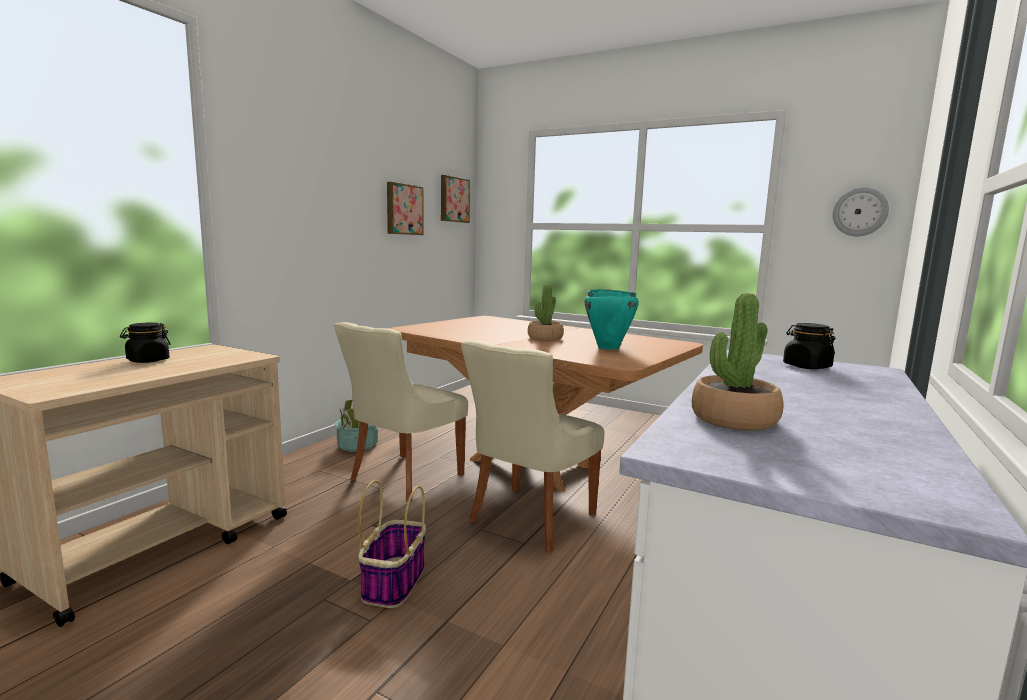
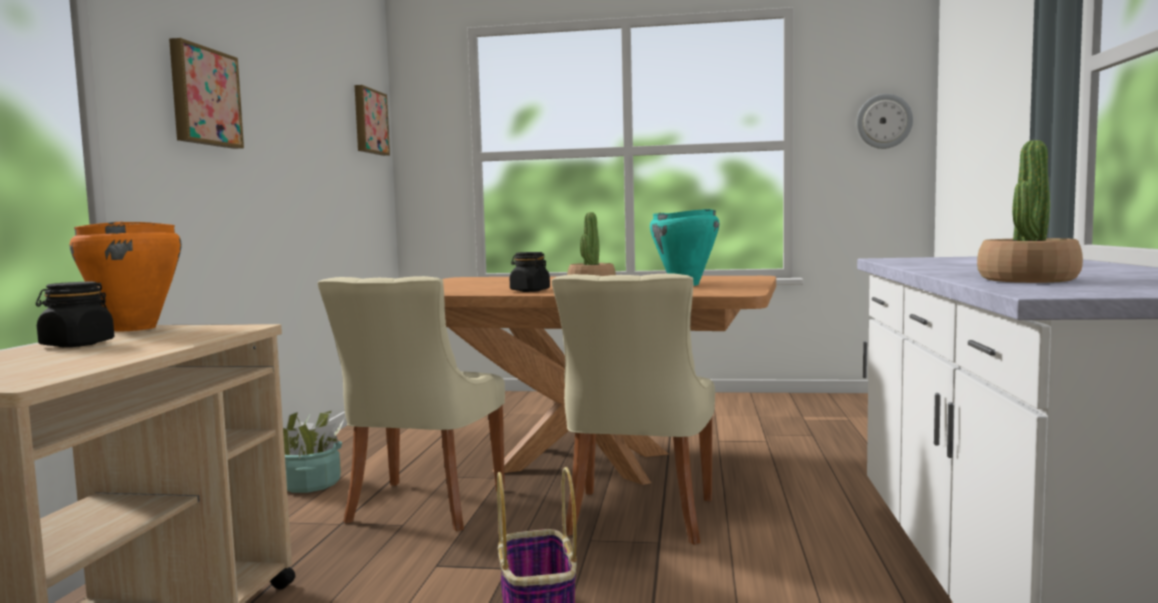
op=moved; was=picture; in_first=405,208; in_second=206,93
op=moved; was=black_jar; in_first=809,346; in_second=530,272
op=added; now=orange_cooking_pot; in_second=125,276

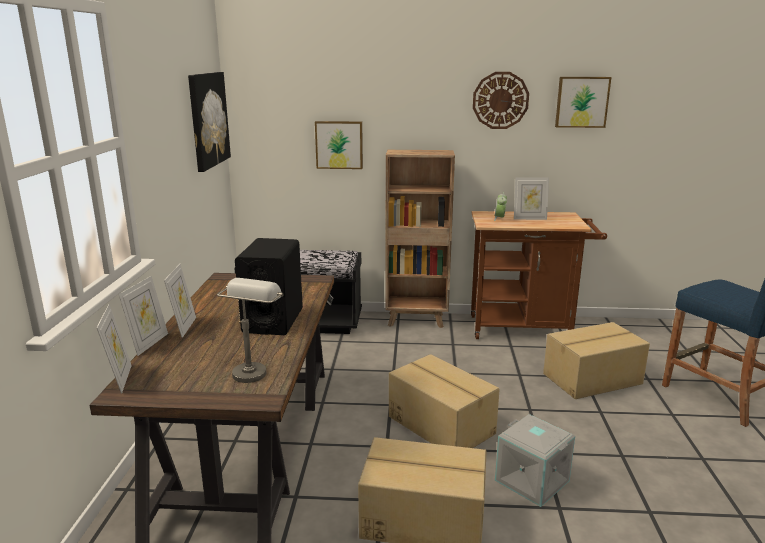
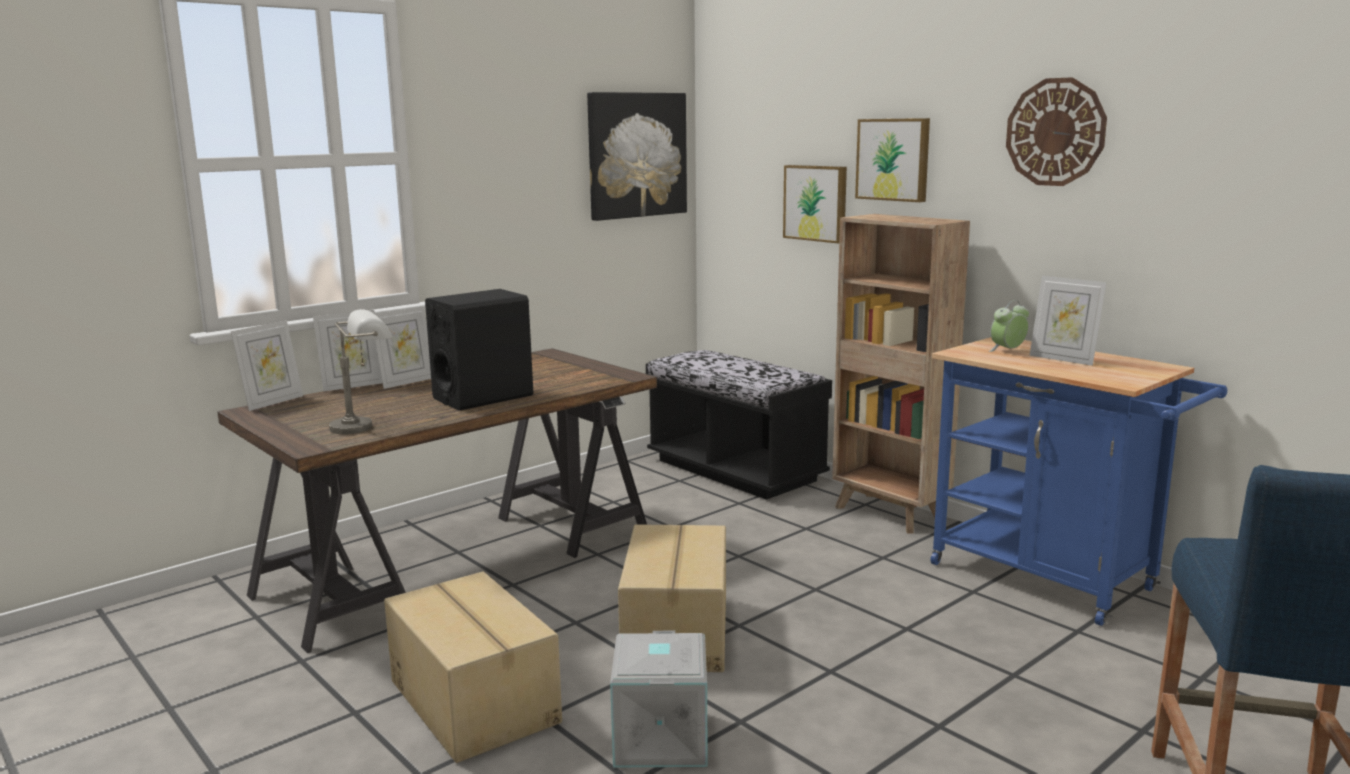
op=recoloured; was=brown_cart; now=blue_cart; in_first=539,275; in_second=1078,481
op=removed; was=cardboard_box; in_first=596,360
op=moved; was=picture; in_first=583,102; in_second=892,160

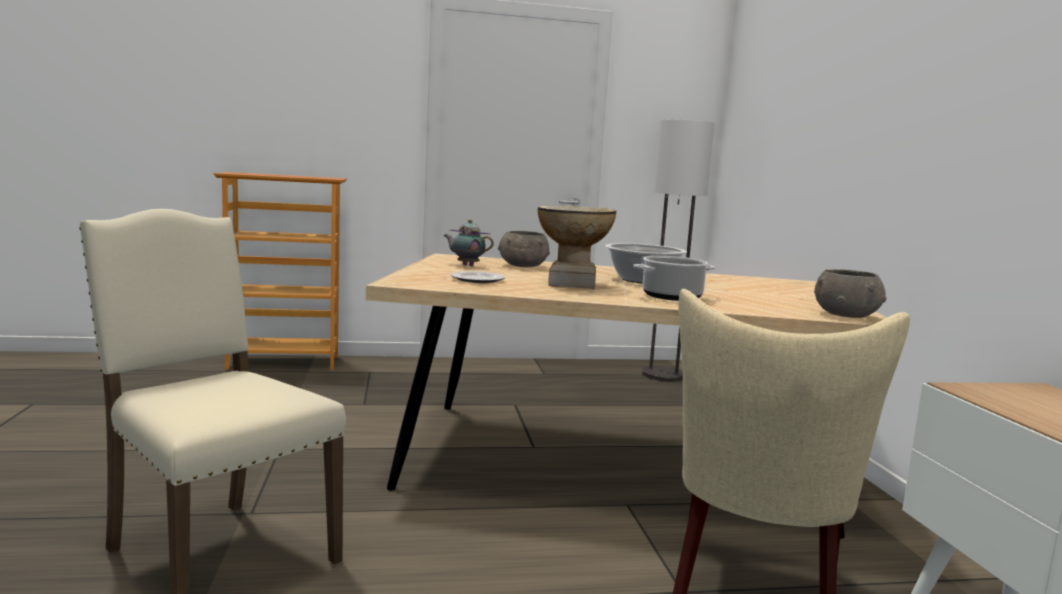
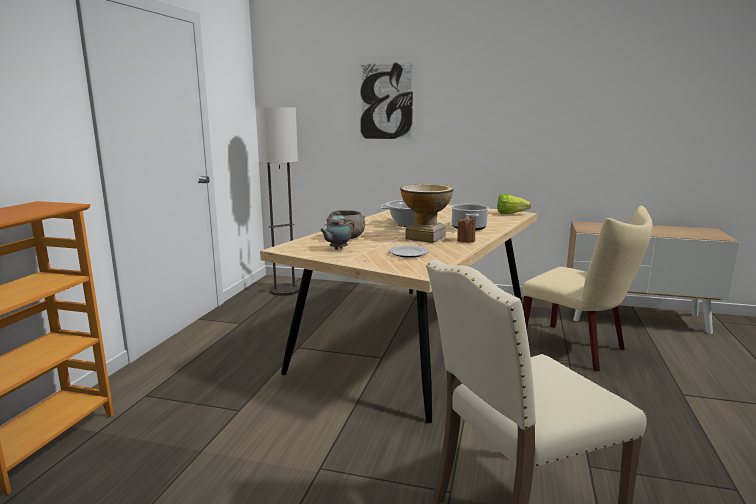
op=replaced; was=grey_bowl; now=lettuce; in_first=850,293; in_second=514,204
op=added; now=picture; in_second=386,100
op=added; now=brown_candle; in_second=466,229

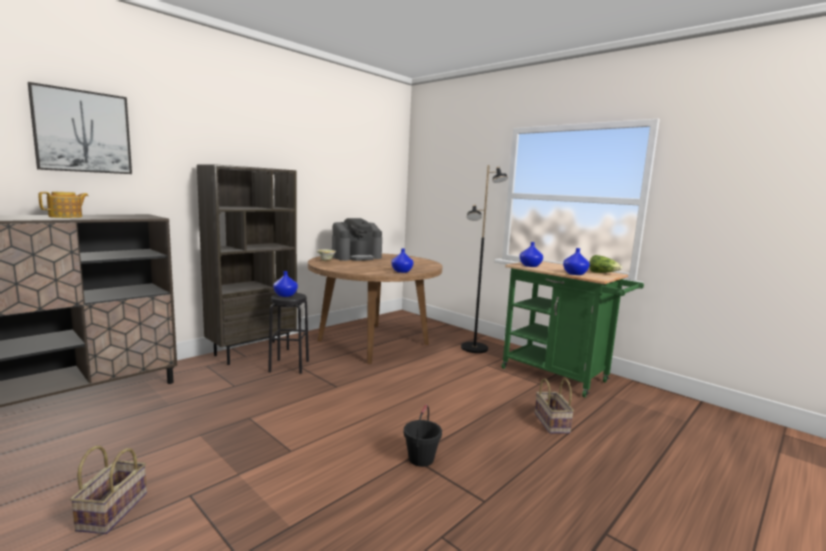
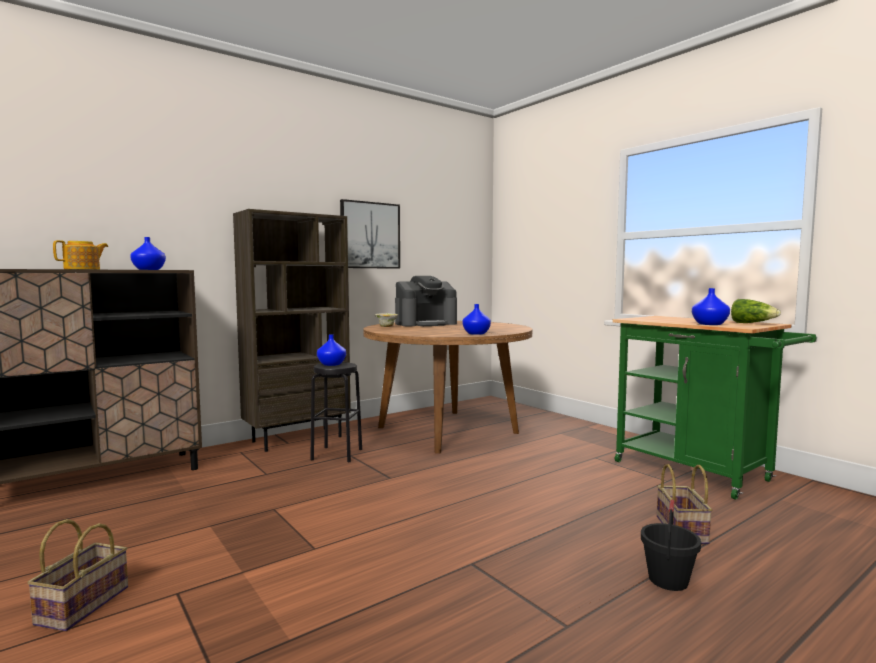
op=moved; was=picture; in_first=80,128; in_second=370,234
op=moved; was=black_bucket; in_first=423,436; in_second=671,545
op=removed; was=black_floor_lamp; in_first=484,259
op=moved; was=blue_vase; in_first=531,254; in_second=148,253

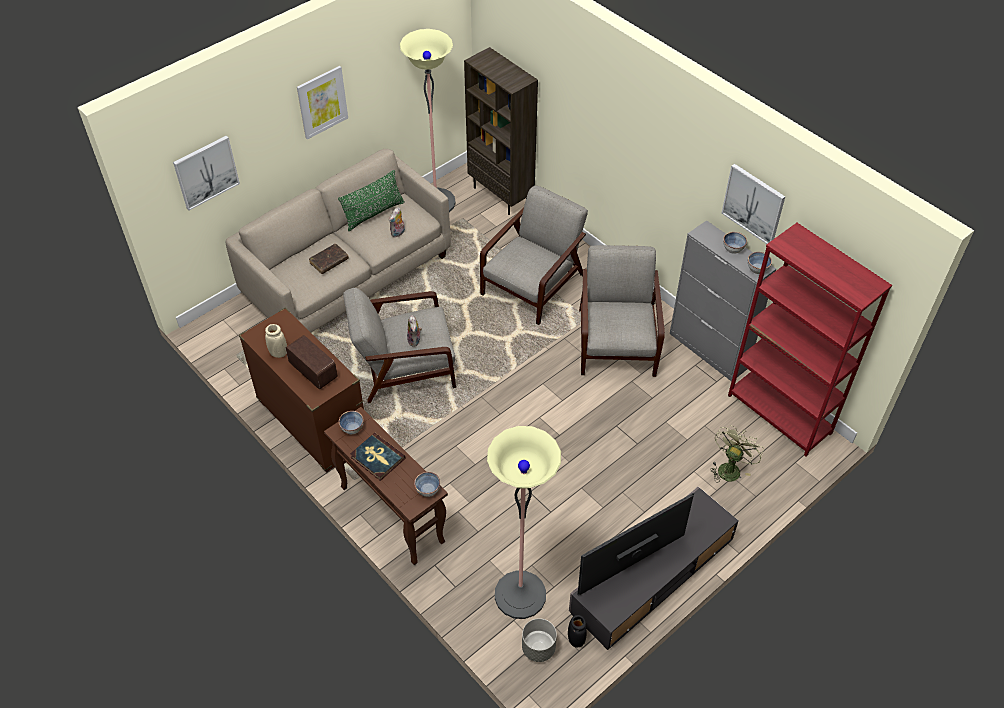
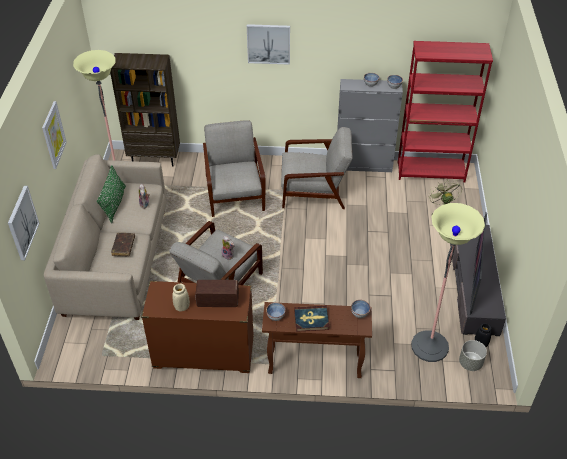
op=turned; was=grey_armchair; in_first=622,311; in_second=316,168; clockwise=135
op=moved; was=picture; in_first=753,204; in_second=268,44

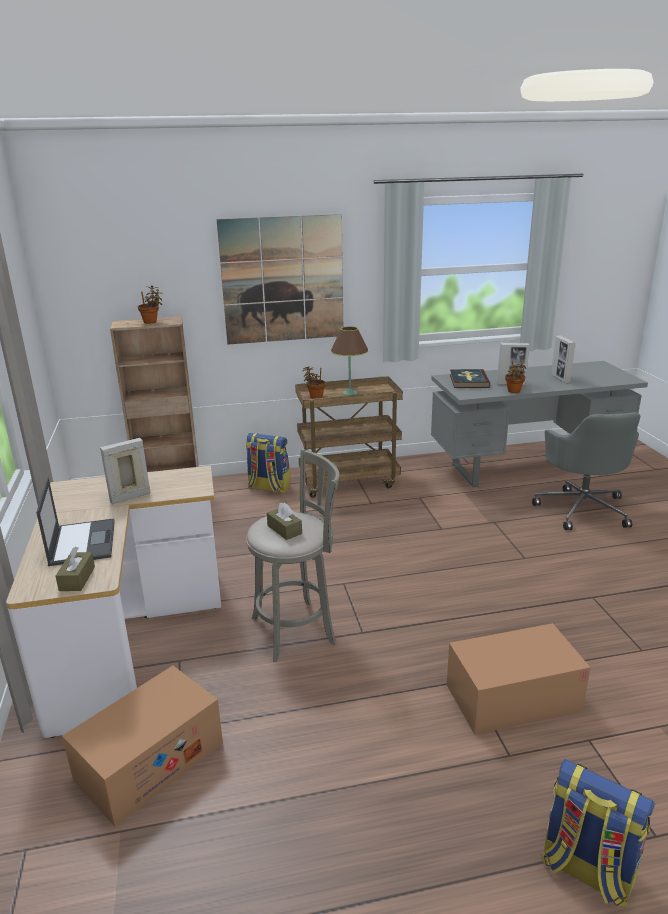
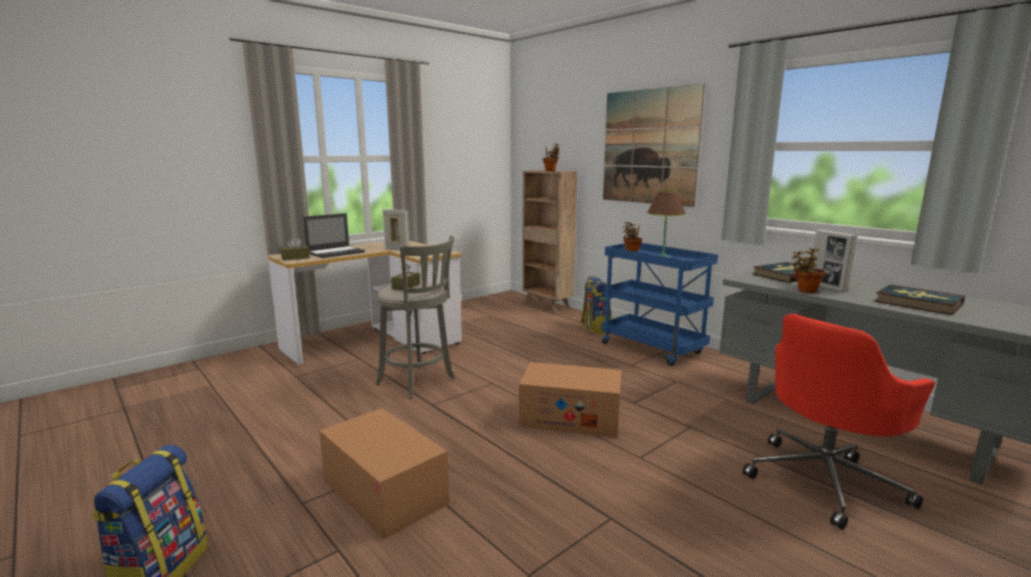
op=moved; was=cardboard_box; in_first=142,746; in_second=570,400
op=recoloured; was=brown_cart; now=blue_cart; in_first=349,437; in_second=660,304
op=recoloured; was=grey_office_chair; now=red_office_chair; in_first=586,471; in_second=839,422
op=replaced; was=picture_frame; now=book; in_first=563,359; in_second=920,299

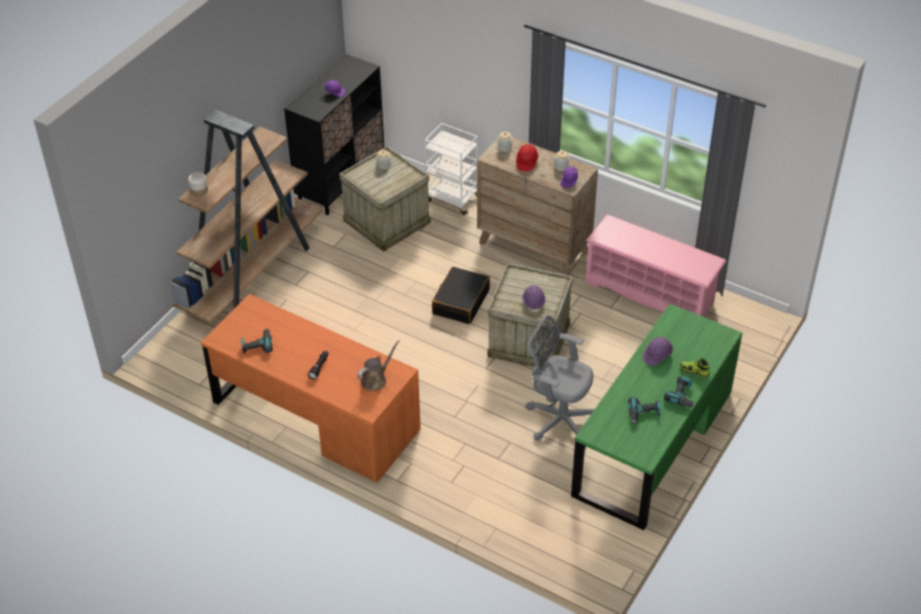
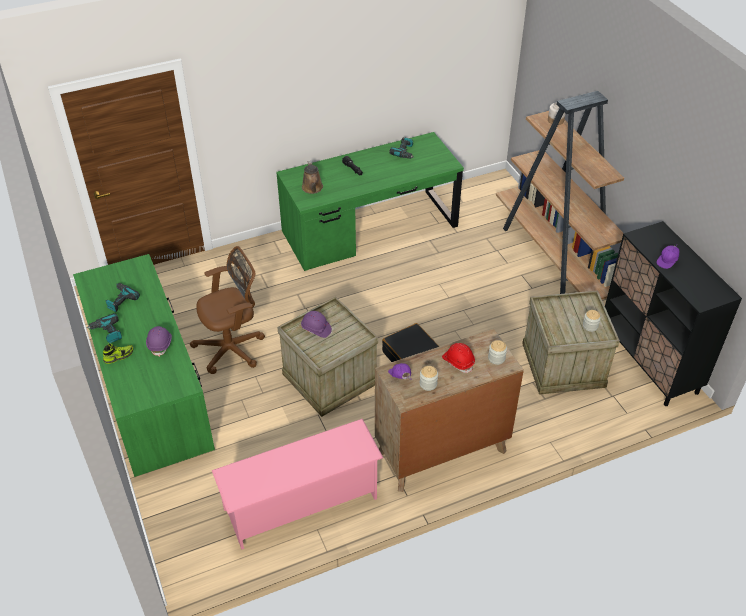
op=recoloured; was=orange_desk; now=green_desk; in_first=311,388; in_second=370,201
op=removed; was=white_cart; in_first=451,169
op=recoloured; was=grey_office_chair; now=brown_office_chair; in_first=560,382; in_second=227,310

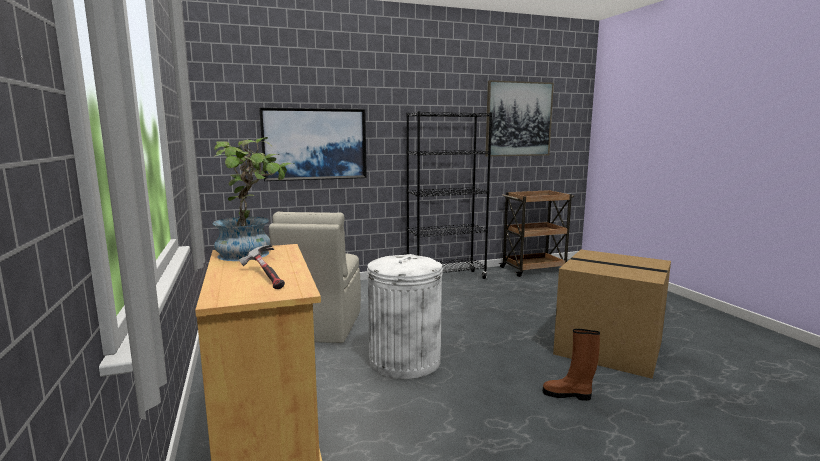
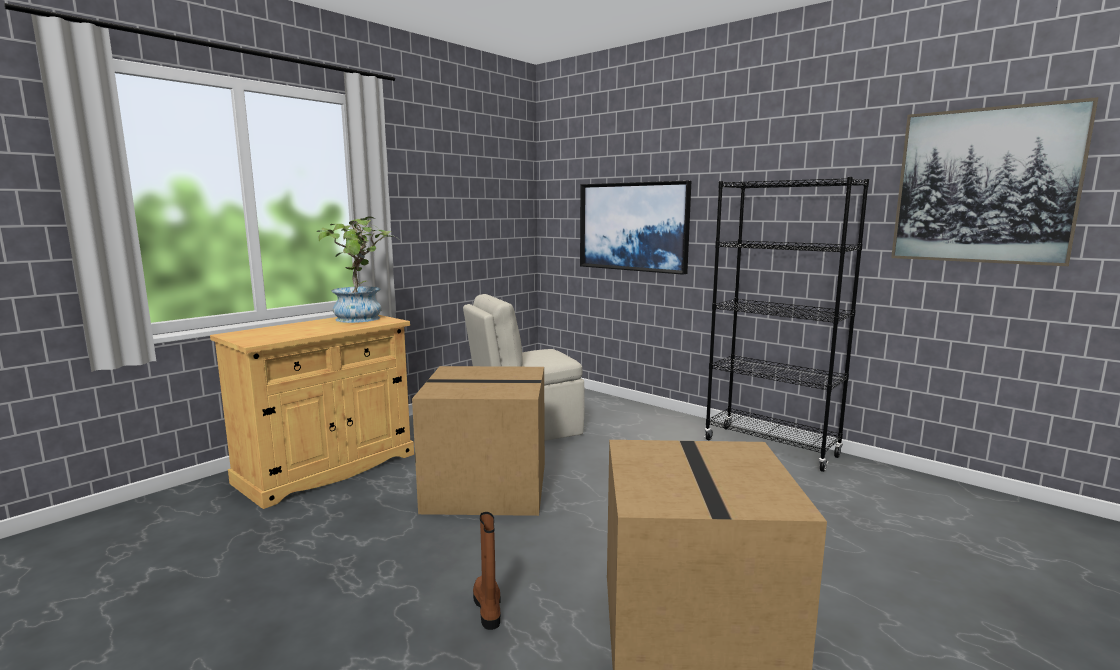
op=removed; was=hammer; in_first=262,267
op=replaced; was=white_trash_can; now=cardboard_box; in_first=405,316; in_second=478,441
op=removed; was=brown_cart; in_first=537,233

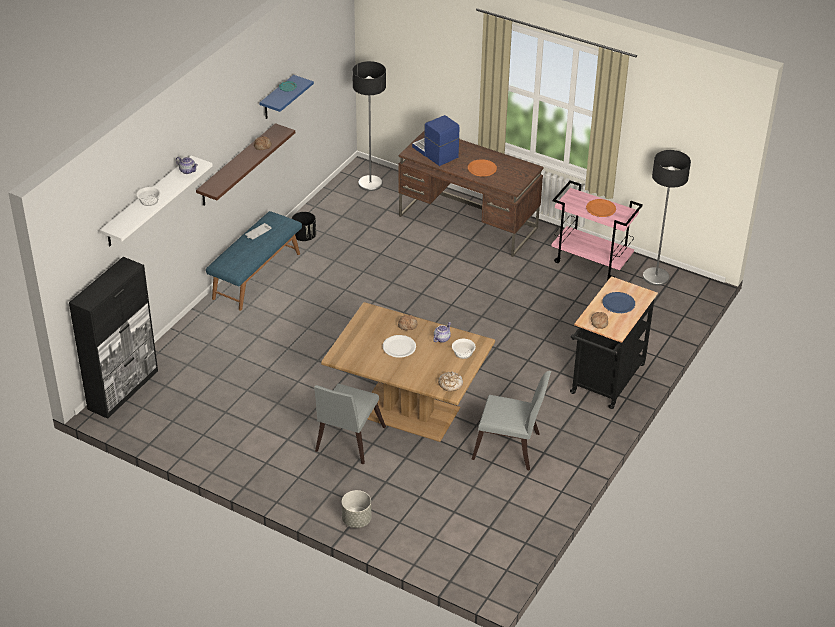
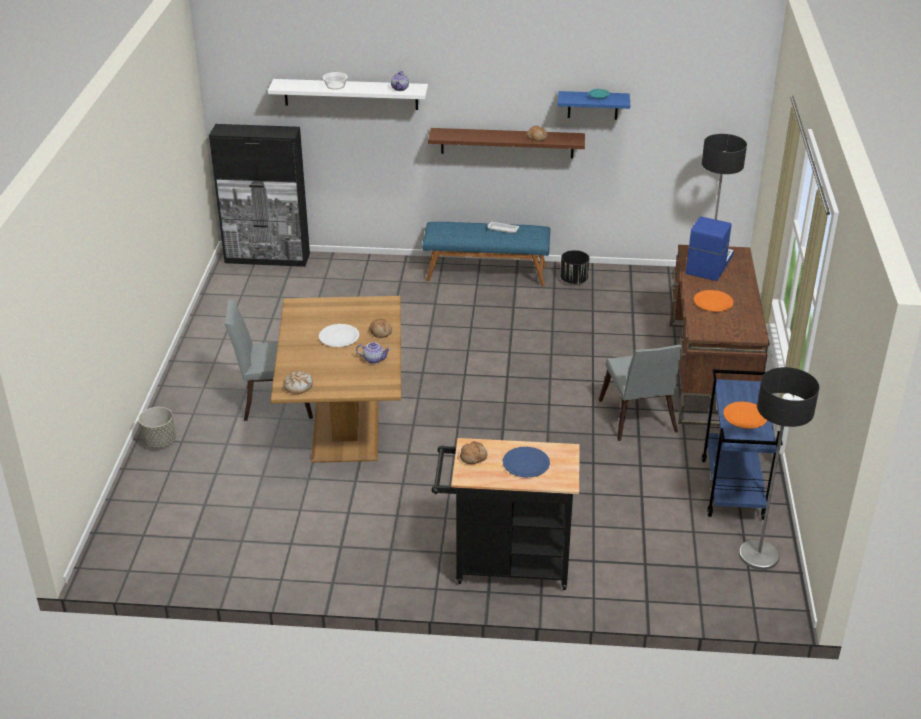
op=removed; was=bowl; in_first=464,349
op=moved; was=grey_chair; in_first=511,421; in_second=640,393
op=recoloured; was=pink_cart; now=blue_cart; in_first=597,230; in_second=742,444

